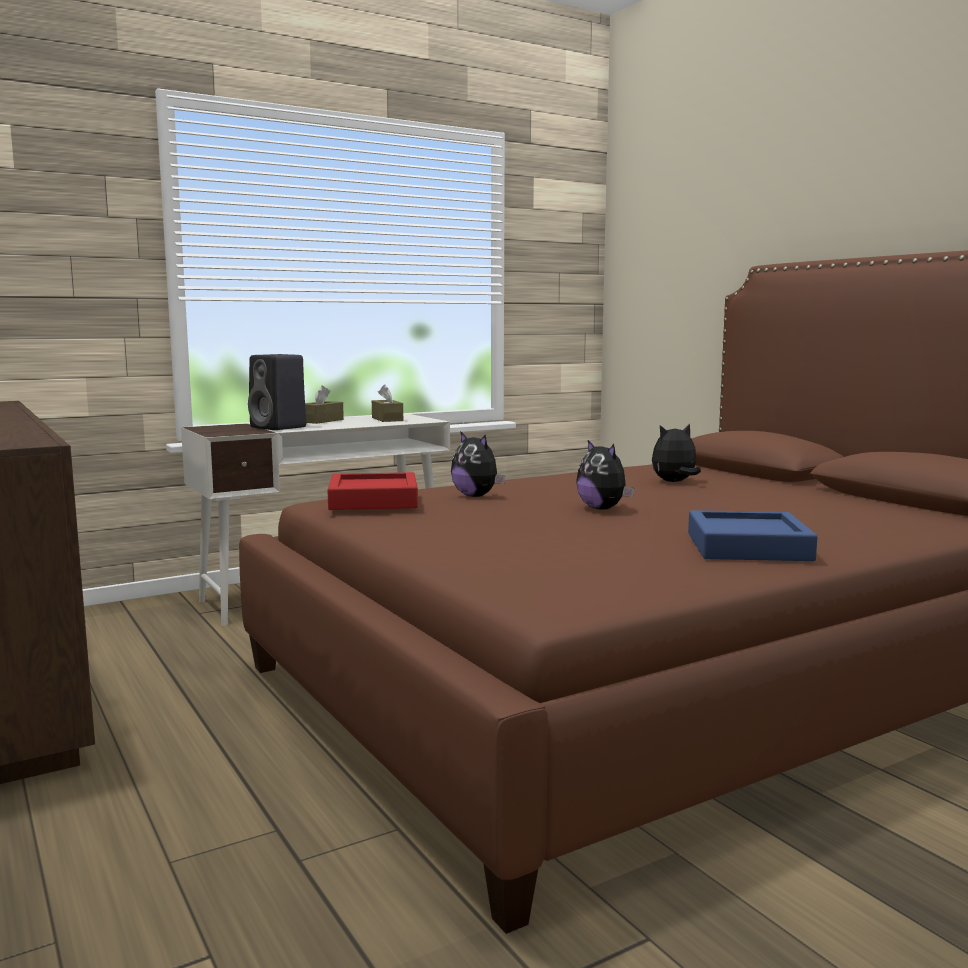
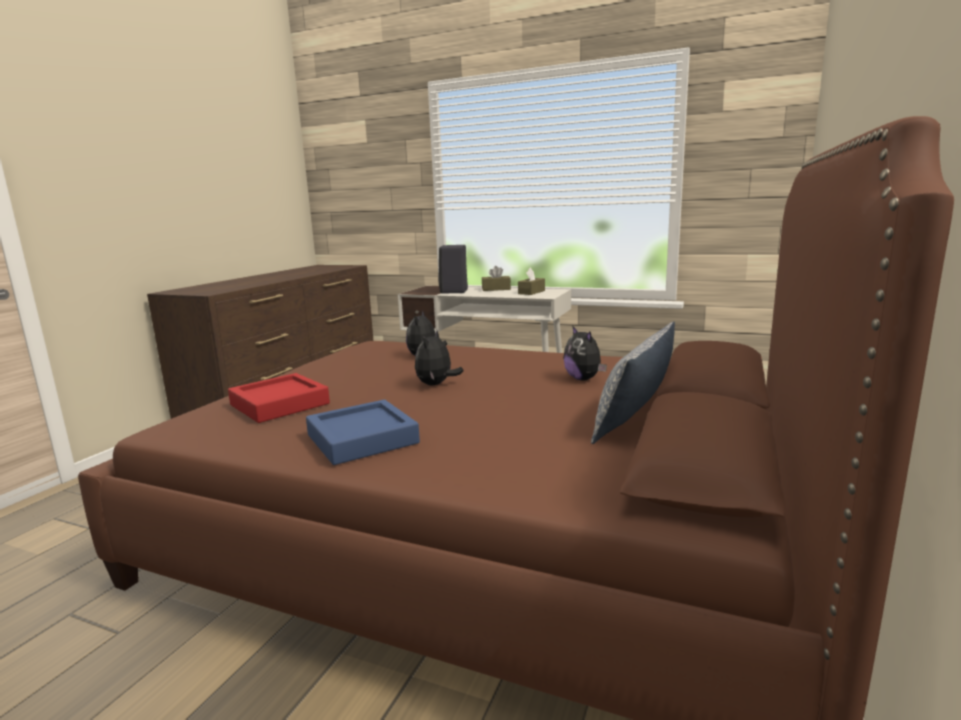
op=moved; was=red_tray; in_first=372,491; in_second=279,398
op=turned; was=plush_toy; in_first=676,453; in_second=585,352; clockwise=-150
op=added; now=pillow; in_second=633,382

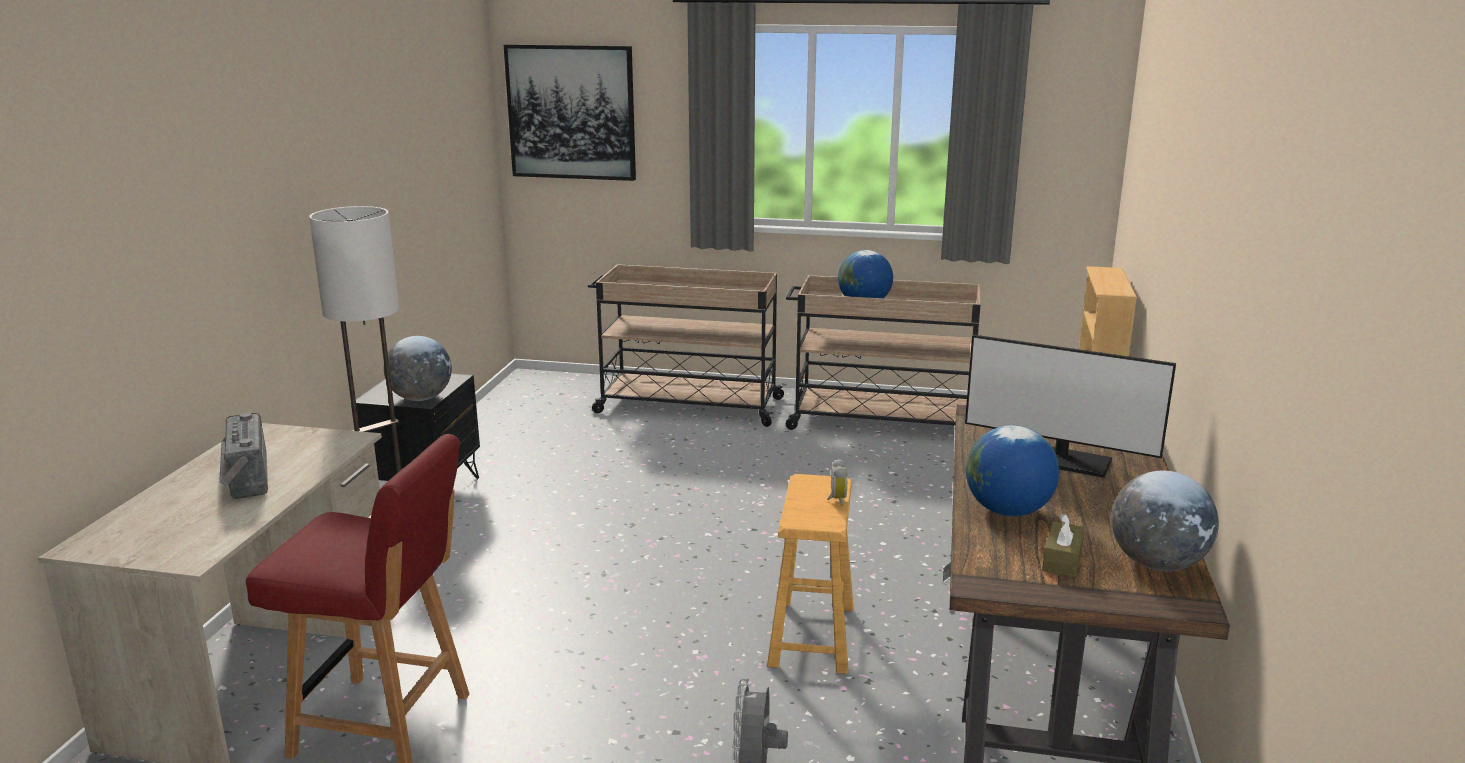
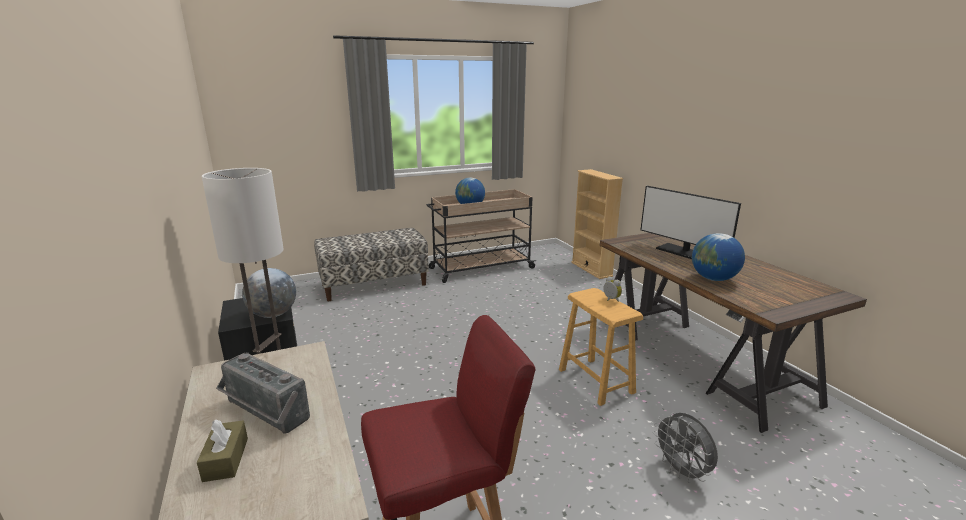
op=removed; was=picture; in_first=570,112
op=replaced; was=beige_cart; now=bench; in_first=687,345; in_second=371,264
op=turned; was=monitor; in_first=1070,406; in_second=691,222; clockwise=60
op=moved; was=brown_tissue_box; in_first=1063,545; in_second=222,451
op=removed; was=globe; in_first=1165,521

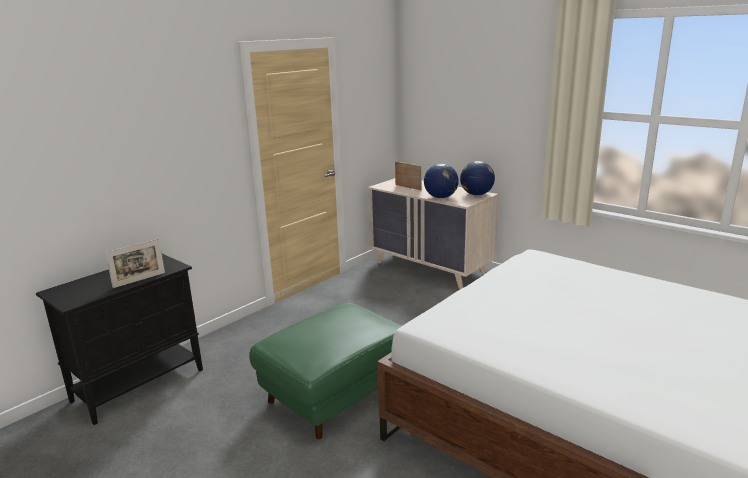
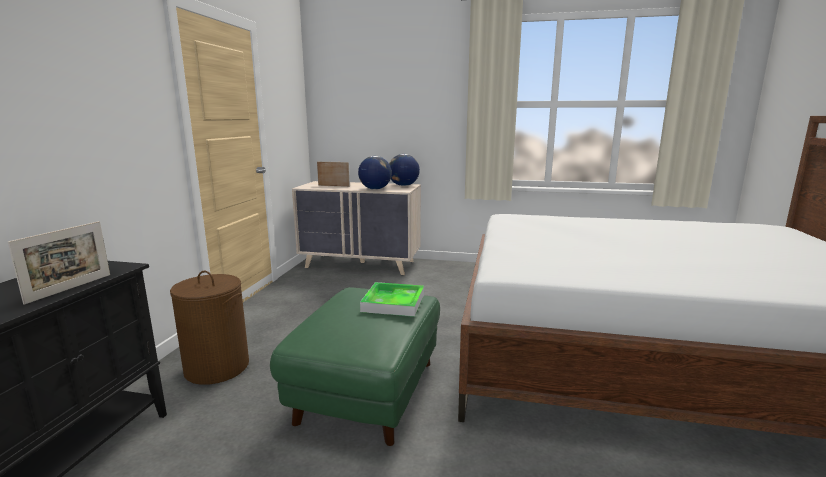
op=added; now=brown_laundry_basket; in_second=209,328
op=added; now=tray; in_second=392,299

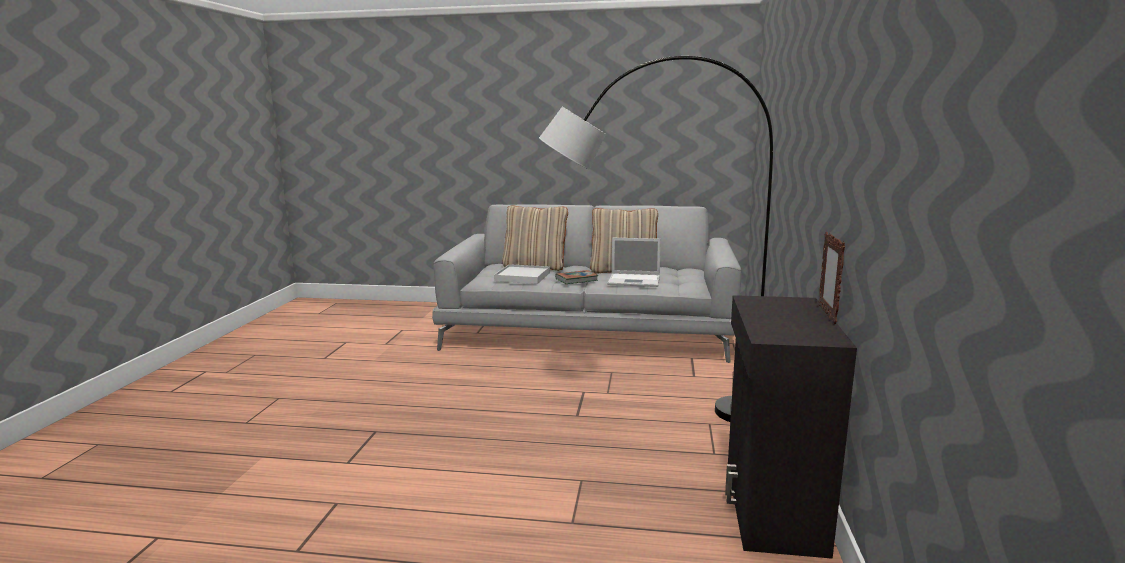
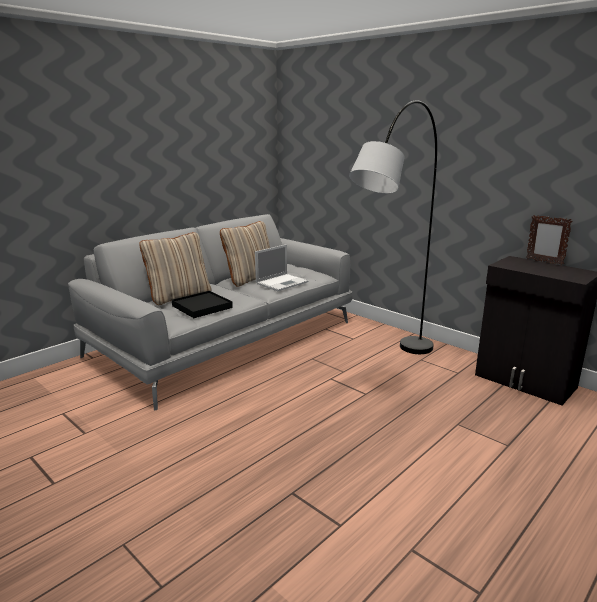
op=recoloured; was=white_tray; now=black_tray; in_first=522,274; in_second=202,304
op=removed; was=book; in_first=576,277

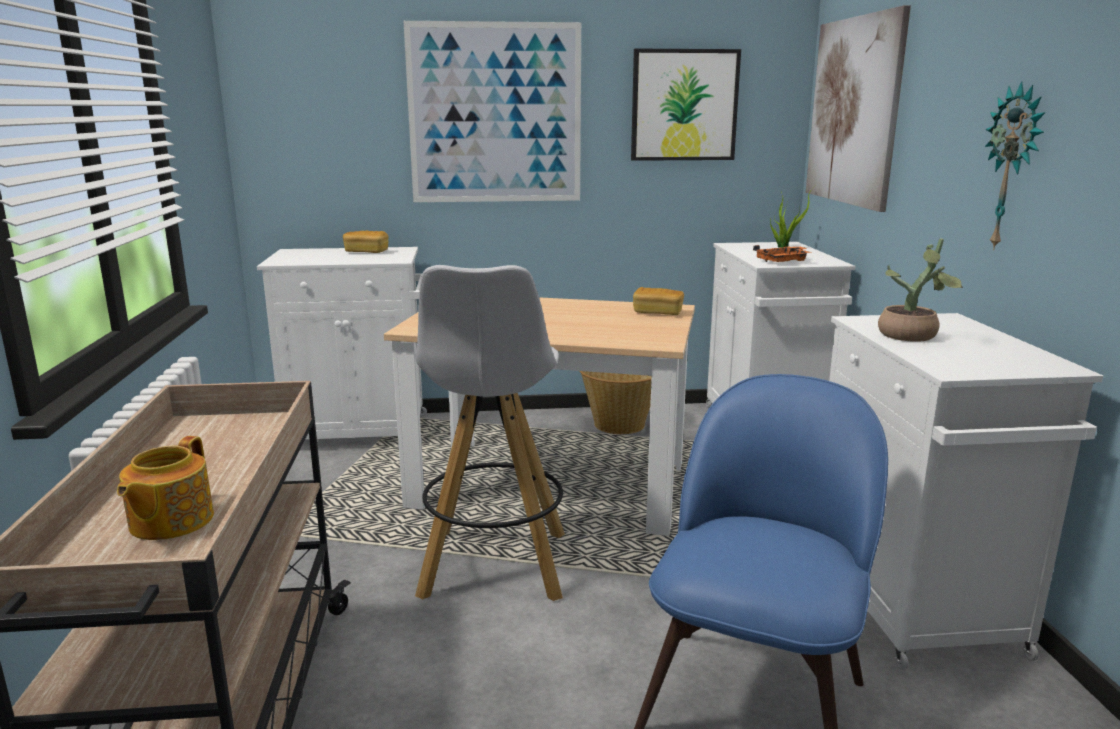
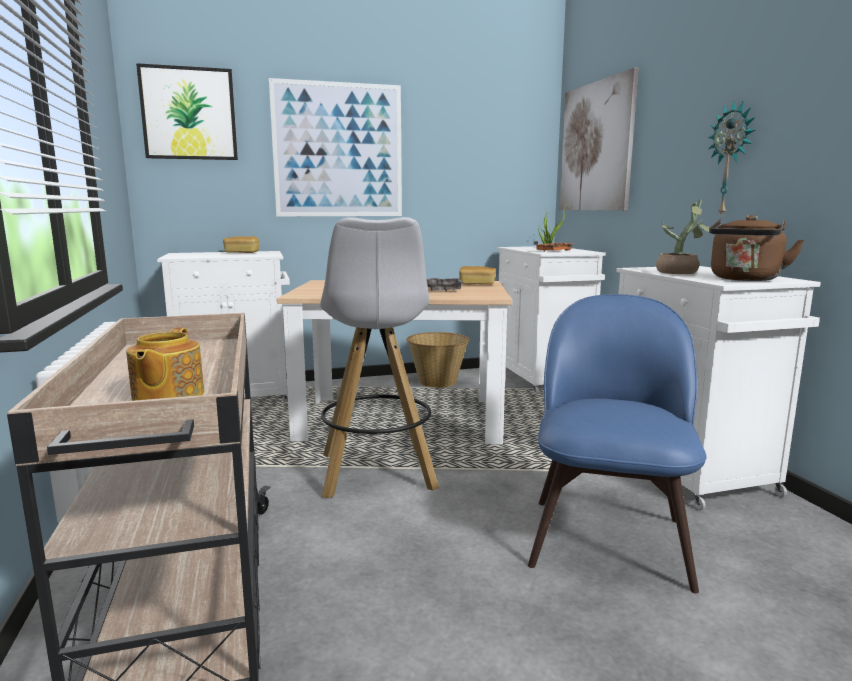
op=moved; was=picture; in_first=686,105; in_second=187,111
op=added; now=grey_tray; in_second=445,285
op=added; now=brown_kettle; in_second=756,248

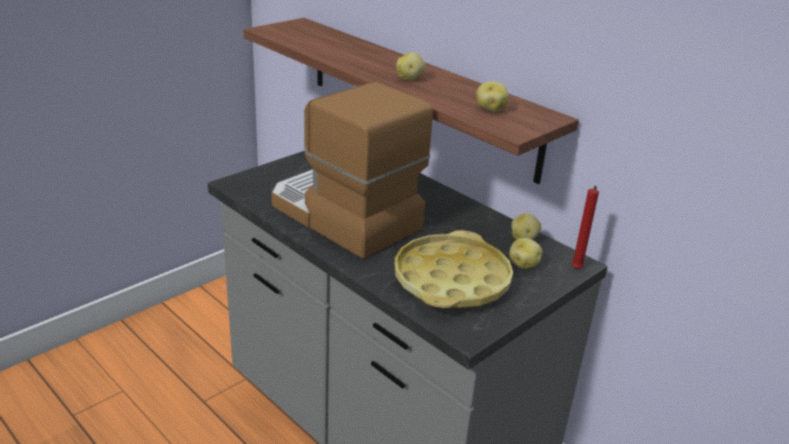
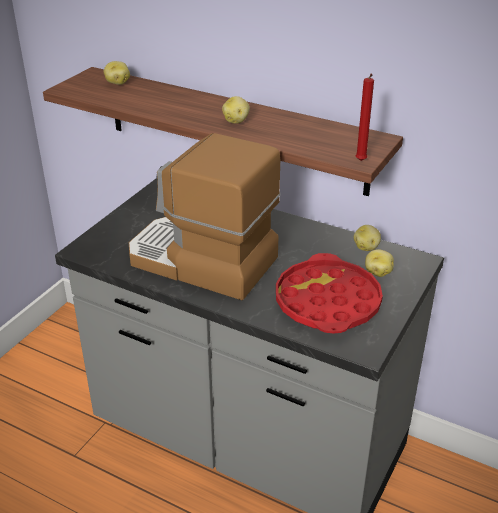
op=recoloured; was=yellow_tray; now=red_tray; in_first=453,269; in_second=329,293
op=moved; was=potato; in_first=492,96; in_second=117,73
op=moved; was=red_candle; in_first=585,227; in_second=365,117

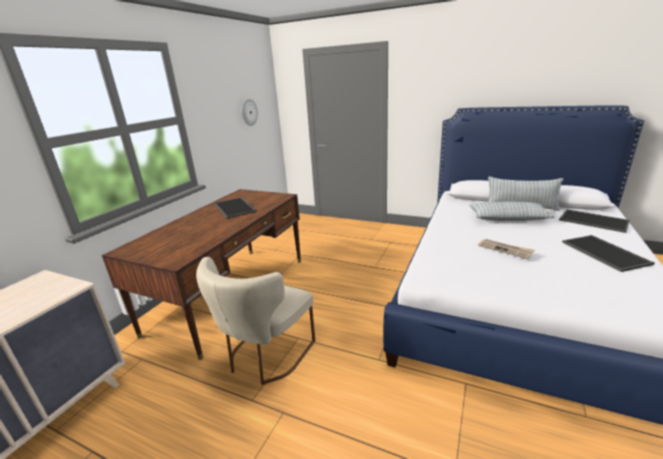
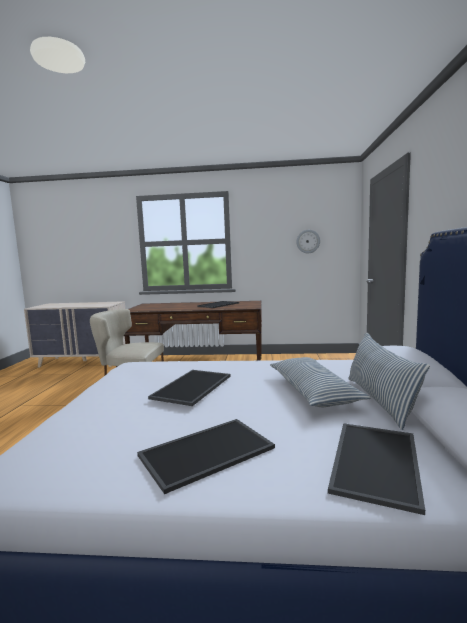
op=replaced; was=newspaper; now=tray; in_first=506,249; in_second=189,388

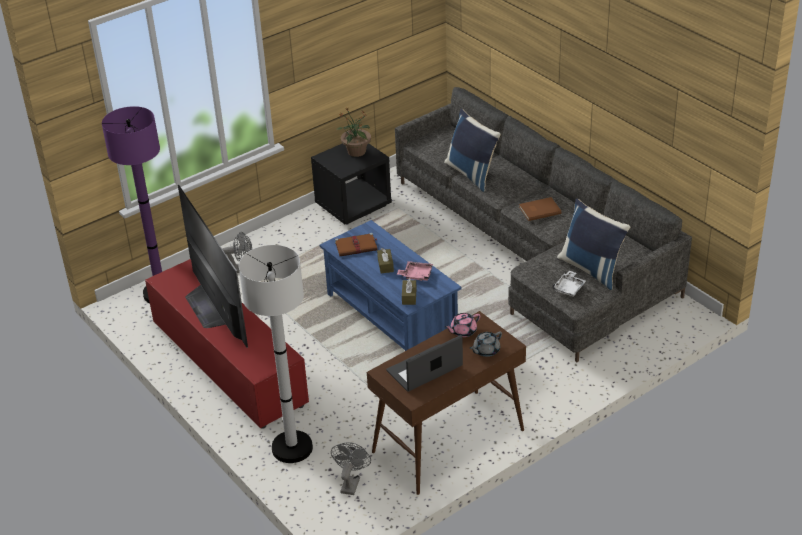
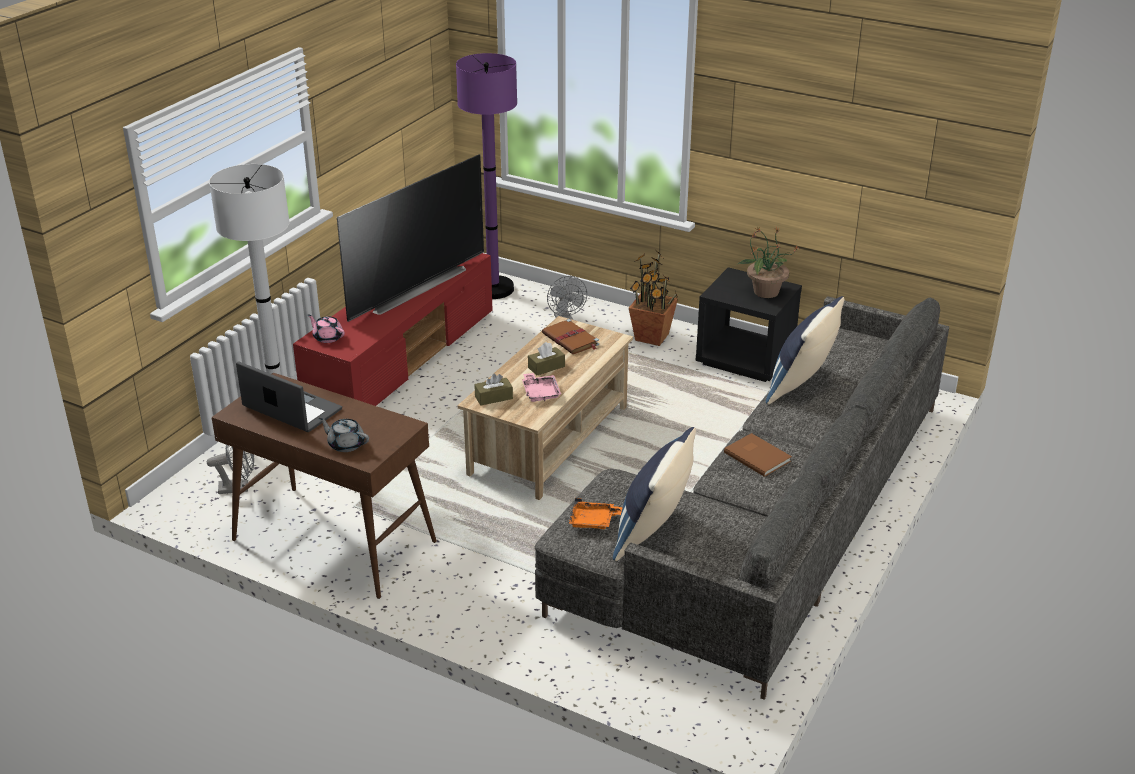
op=recoloured; was=blue_coffee_table; now=beige_coffee_table; in_first=390,285; in_second=545,408
op=moved; was=pink_teapot; in_first=462,325; in_second=326,328
op=recoloured; was=white_tray; now=orange_tray; in_first=569,283; in_second=595,513
op=added; now=potted_plant; in_second=653,298

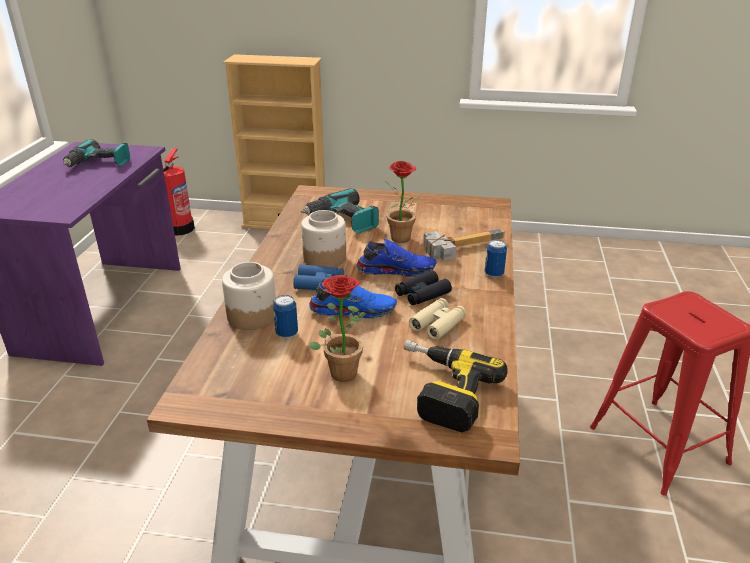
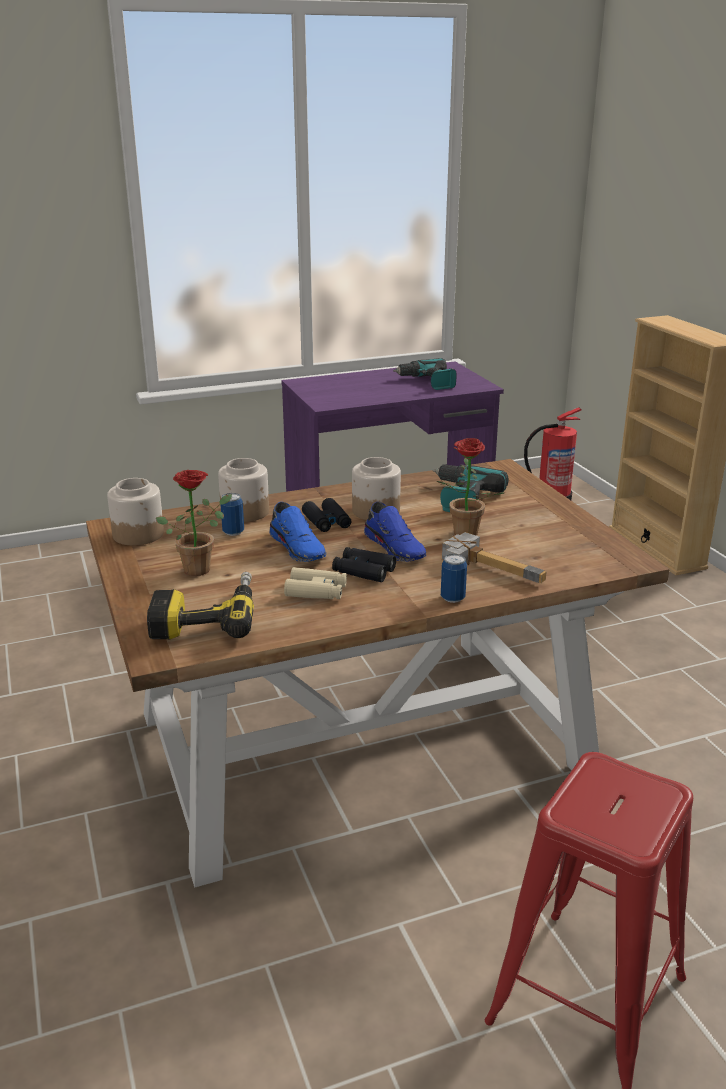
op=recoloured; was=blue_binoculars; now=black_binoculars; in_first=318,277; in_second=326,515
op=added; now=jar; in_second=135,511

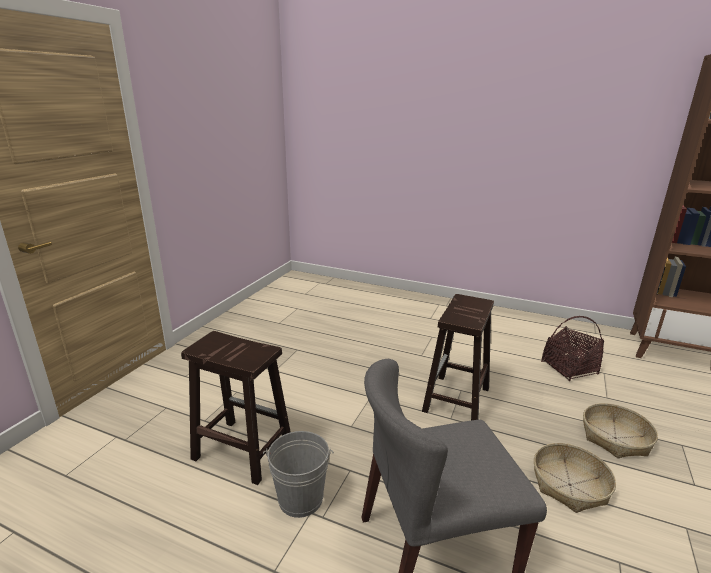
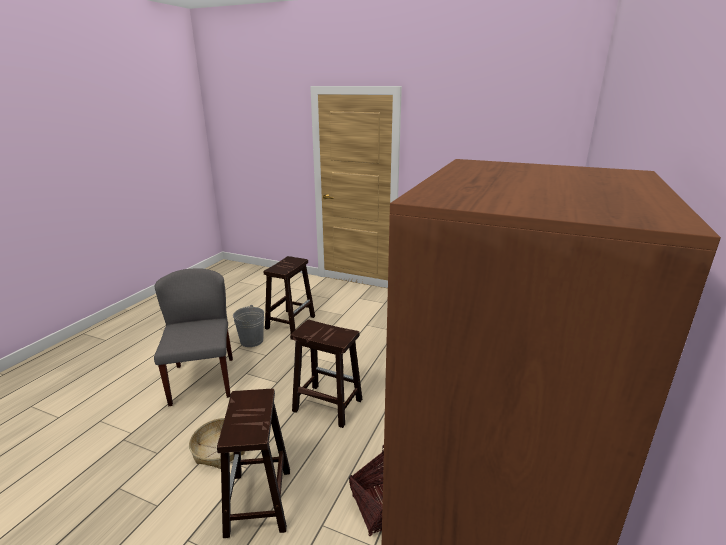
op=replaced; was=basket; now=brown_stool; in_first=620,430; in_second=253,463

